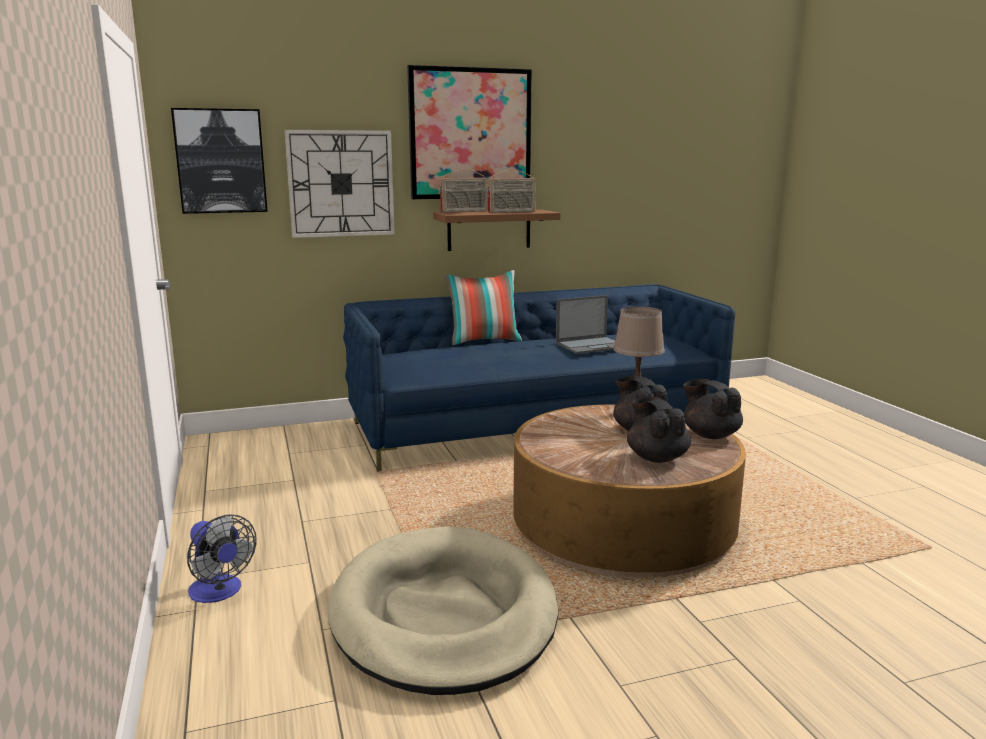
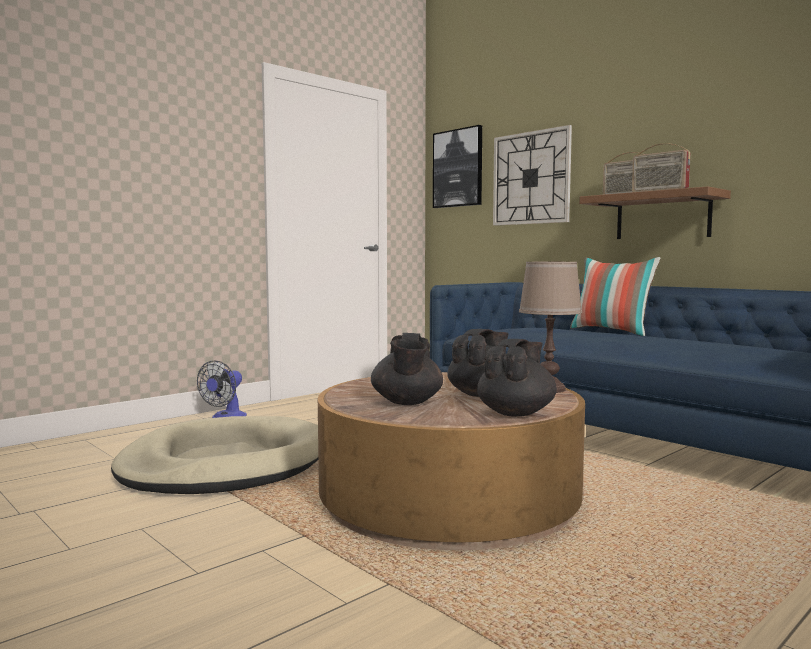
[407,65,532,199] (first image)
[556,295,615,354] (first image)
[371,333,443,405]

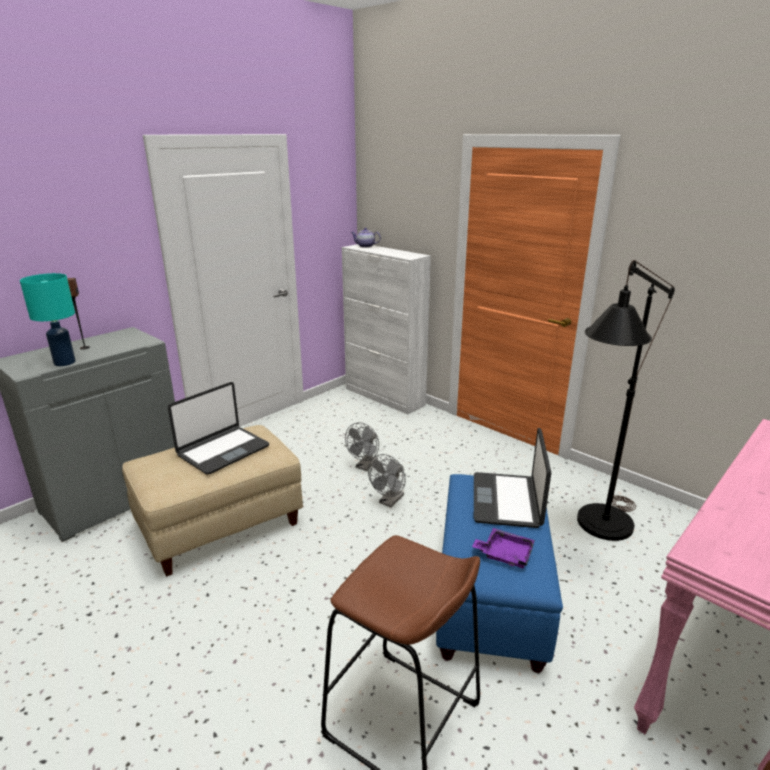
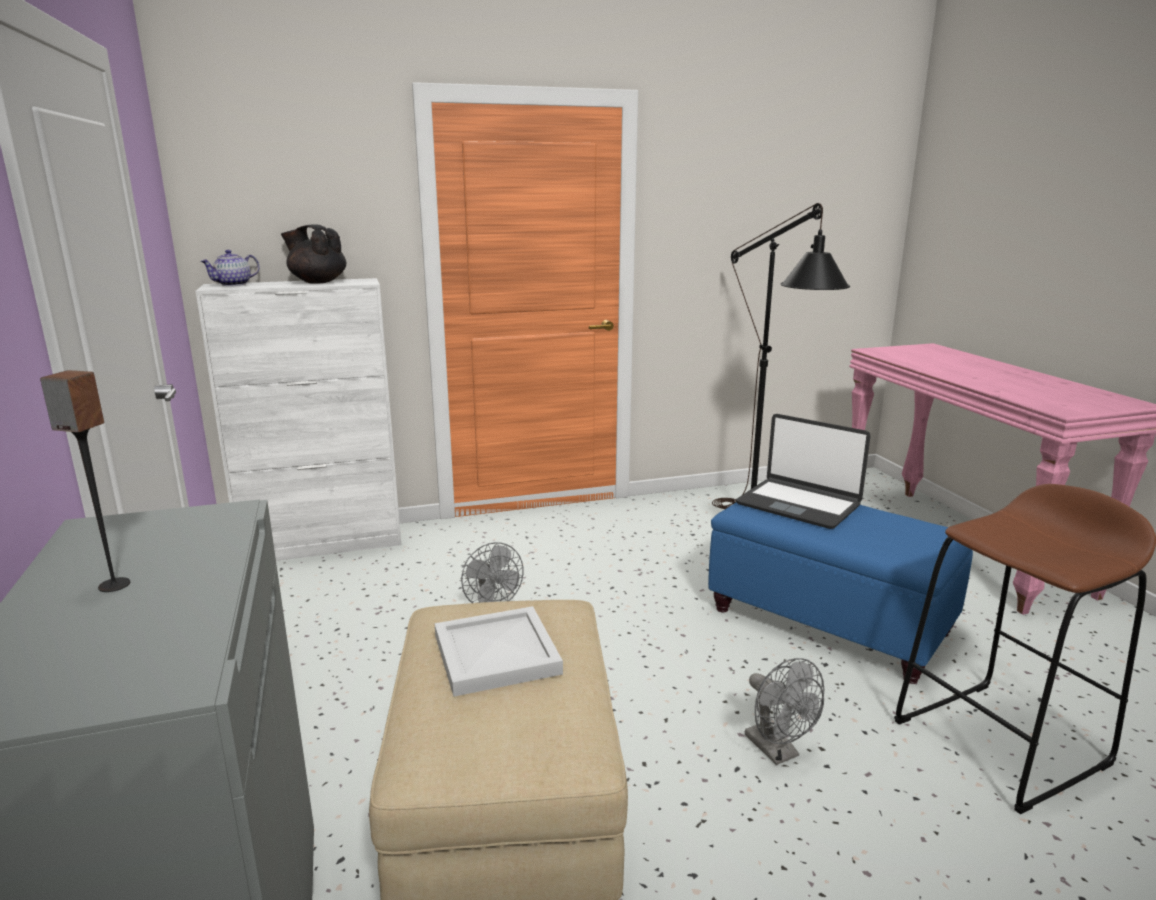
[20,273,76,366] (first image)
[435,606,563,697]
[745,658,824,765]
[472,528,535,568] (first image)
[281,224,346,284]

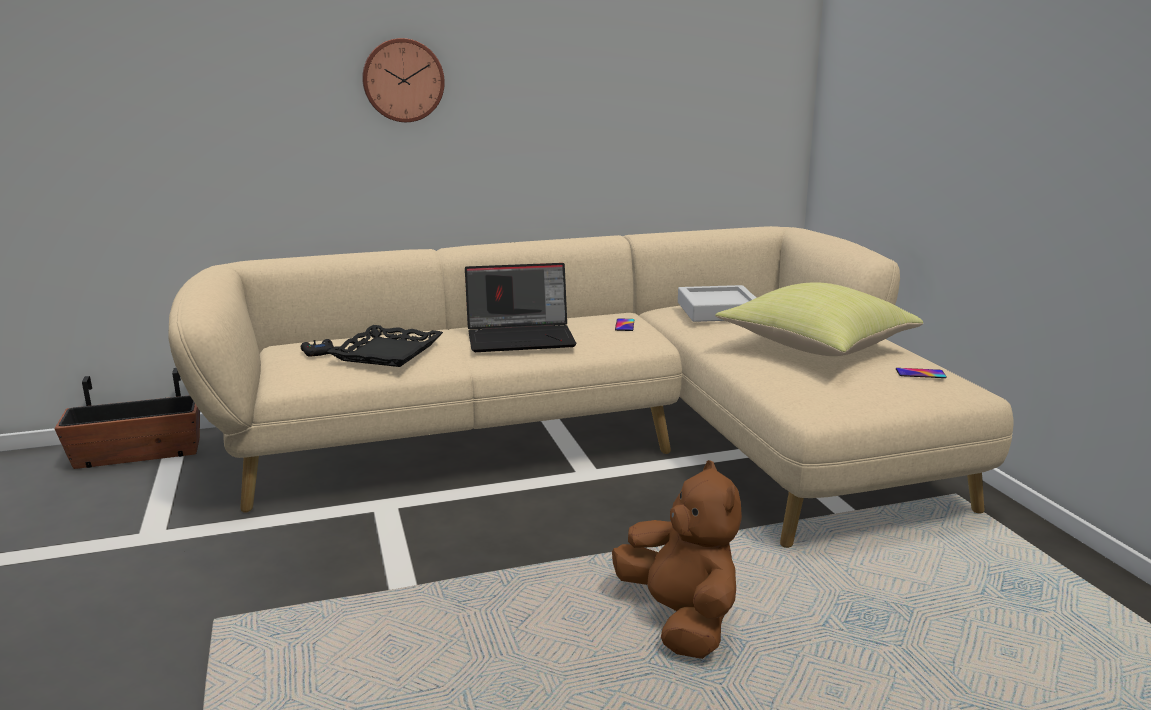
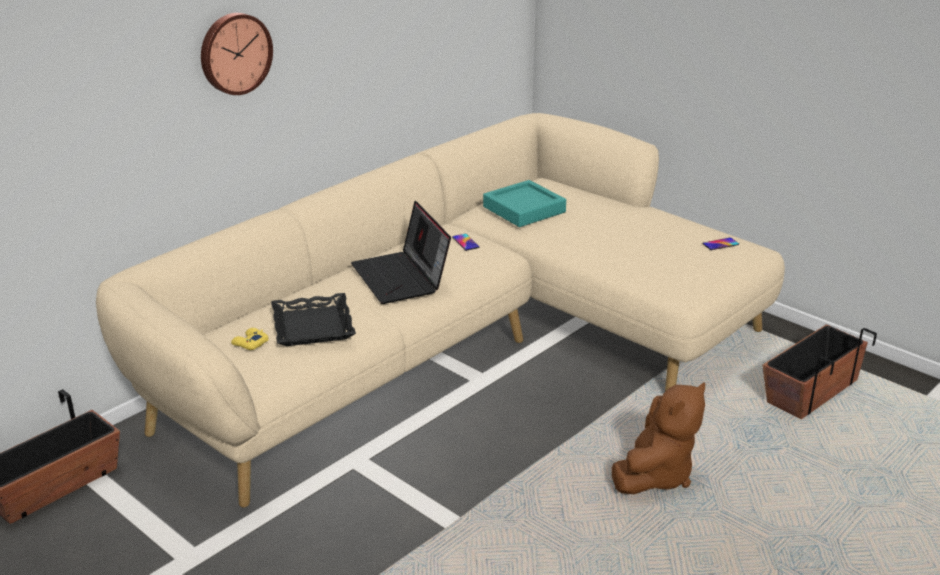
[231,328,269,350]
[351,201,451,304]
[612,383,705,494]
[483,180,566,227]
[716,282,923,356] (first image)
[762,324,877,419]

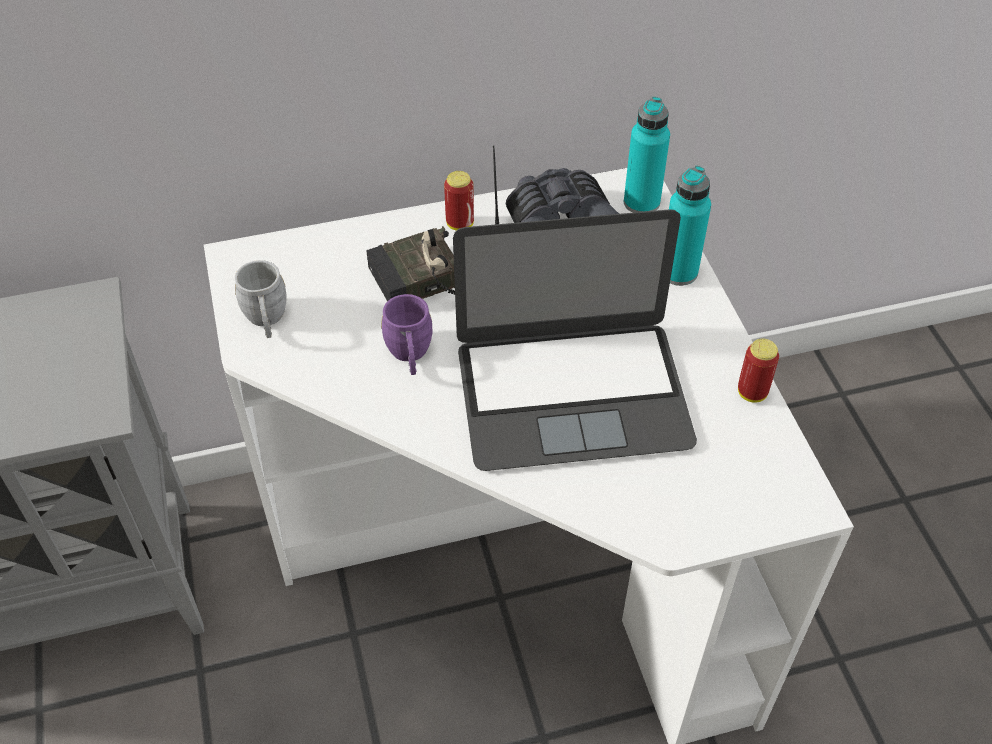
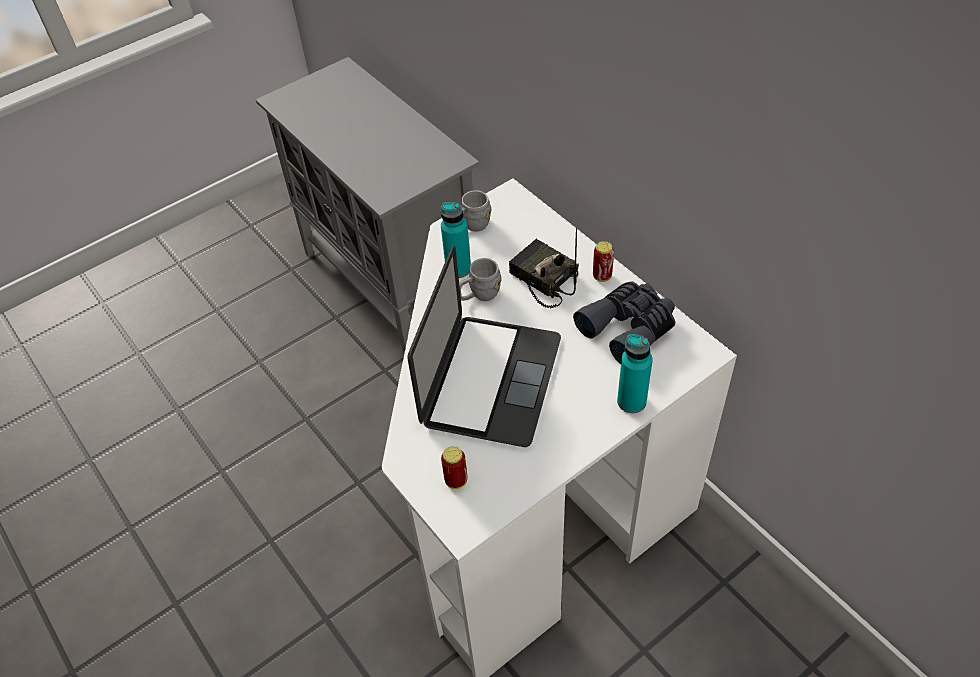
[459,258,501,301]
[407,246,561,447]
[440,202,471,278]
[441,446,467,489]

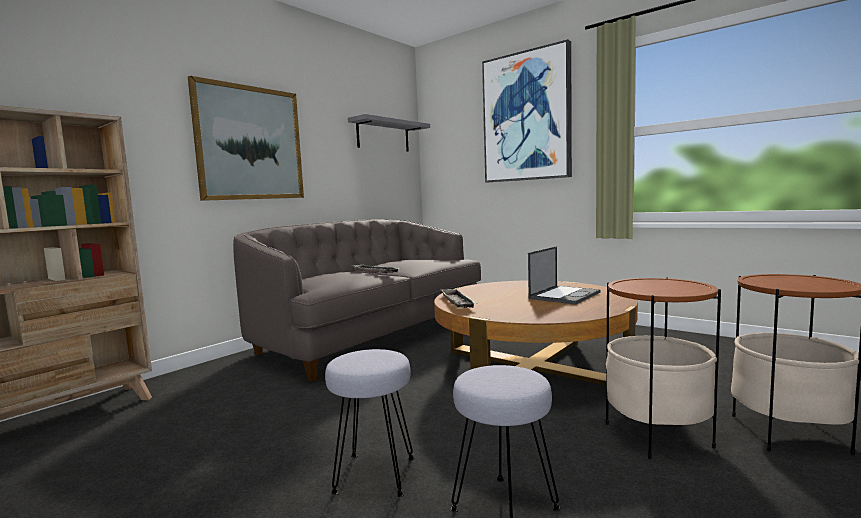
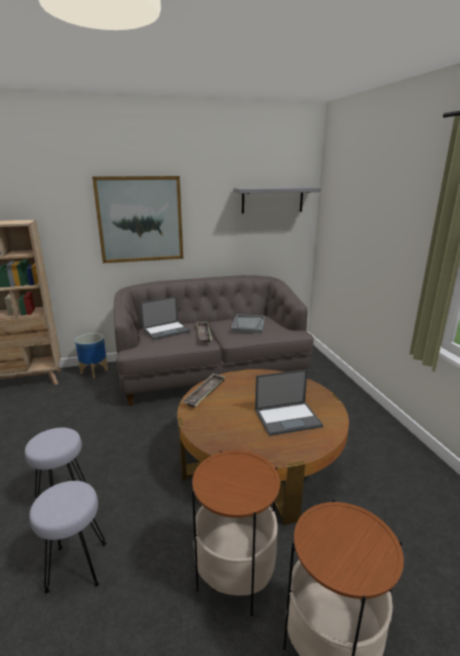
[482,39,572,182] (first image)
[75,333,108,378]
[140,296,190,340]
[231,314,265,333]

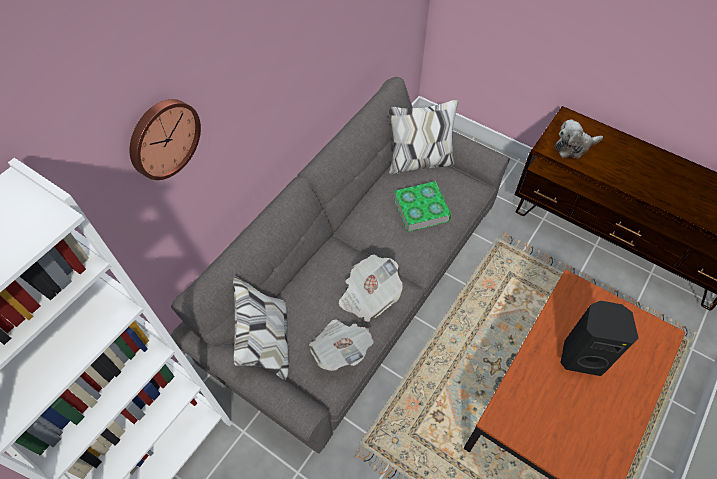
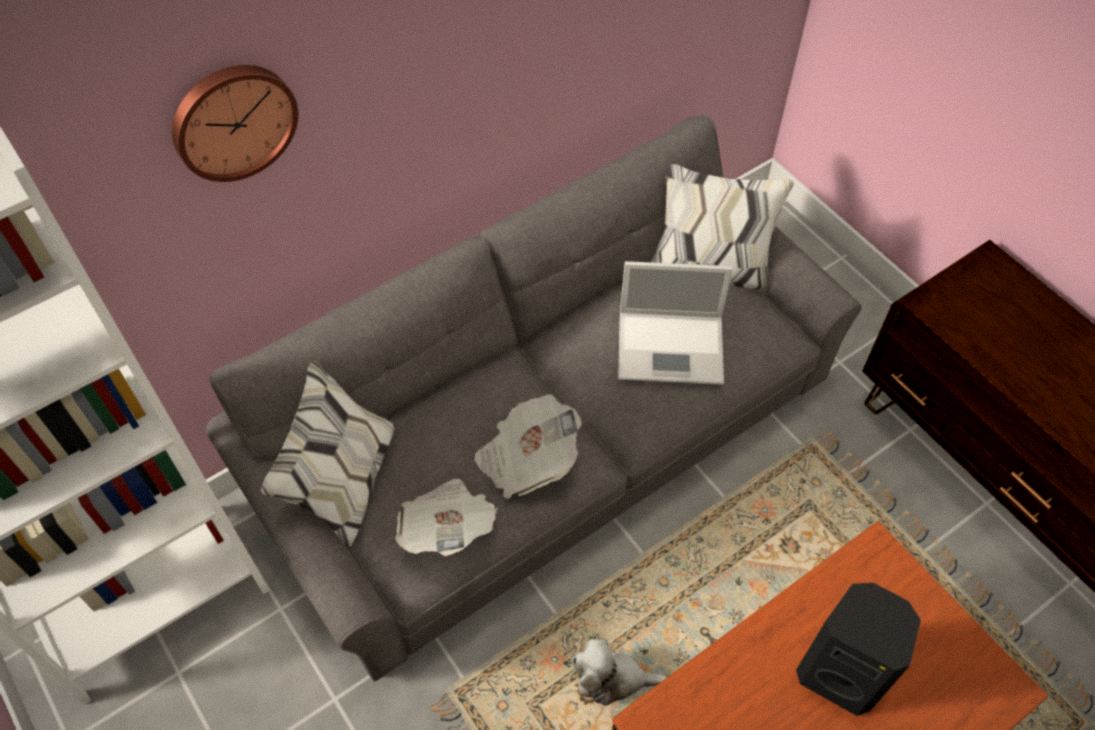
[618,261,733,385]
[573,639,667,706]

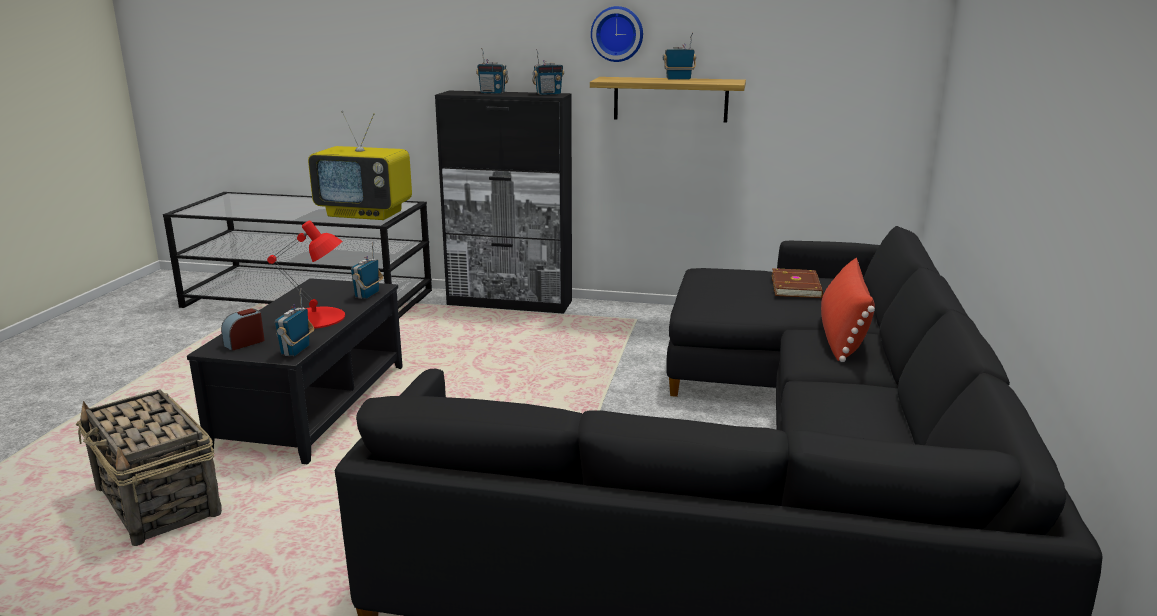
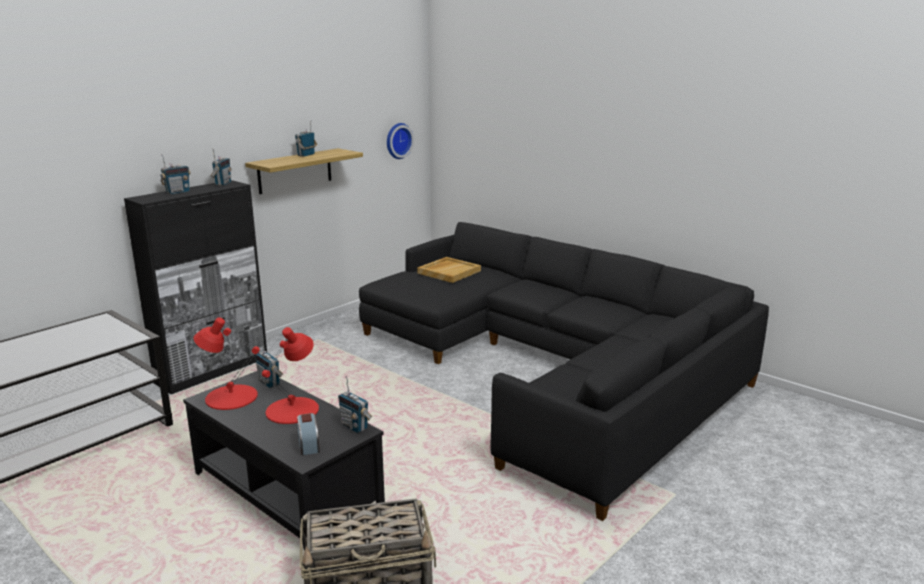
[308,111,412,220] (first image)
[387,123,414,159]
[417,257,481,283]
[821,258,875,362] (first image)
[194,317,260,410]

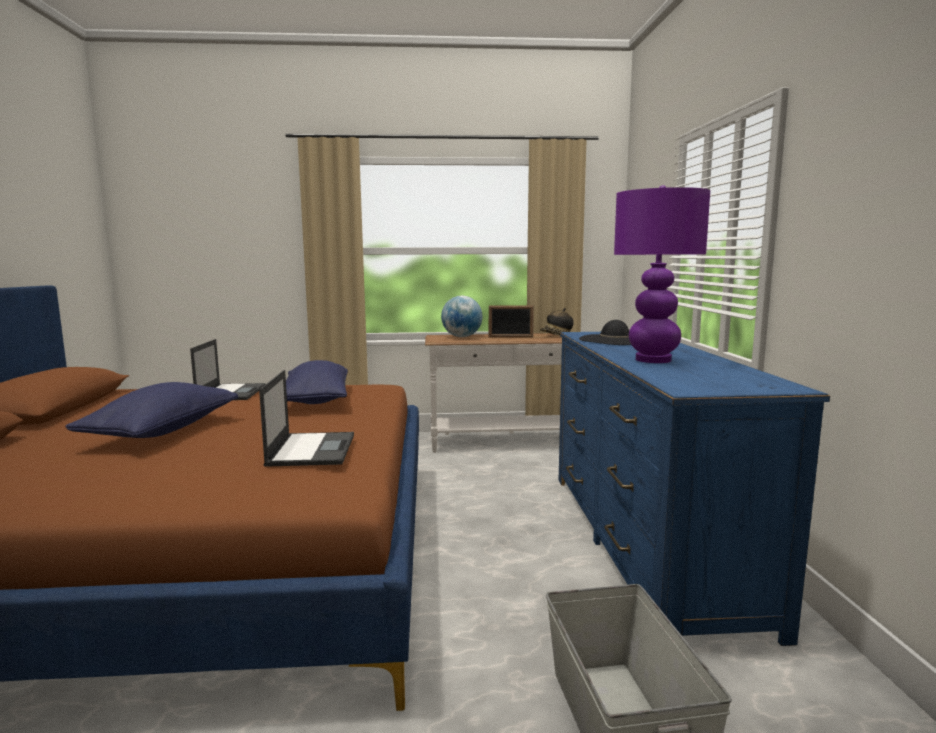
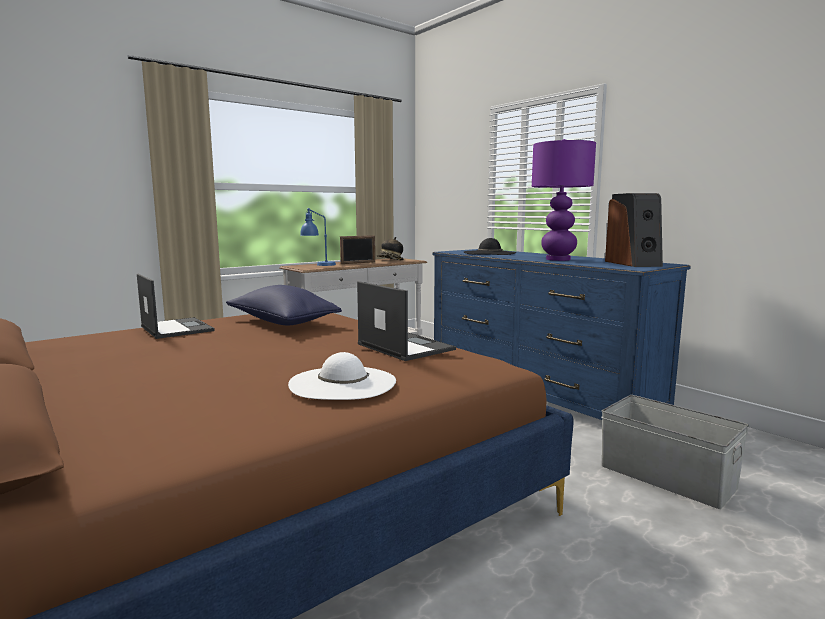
[65,382,238,438] (first image)
[300,208,336,266]
[288,352,396,400]
[605,193,663,267]

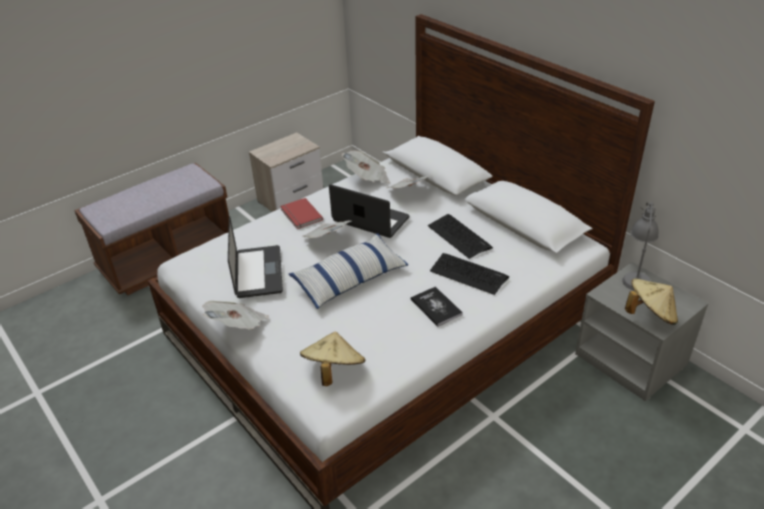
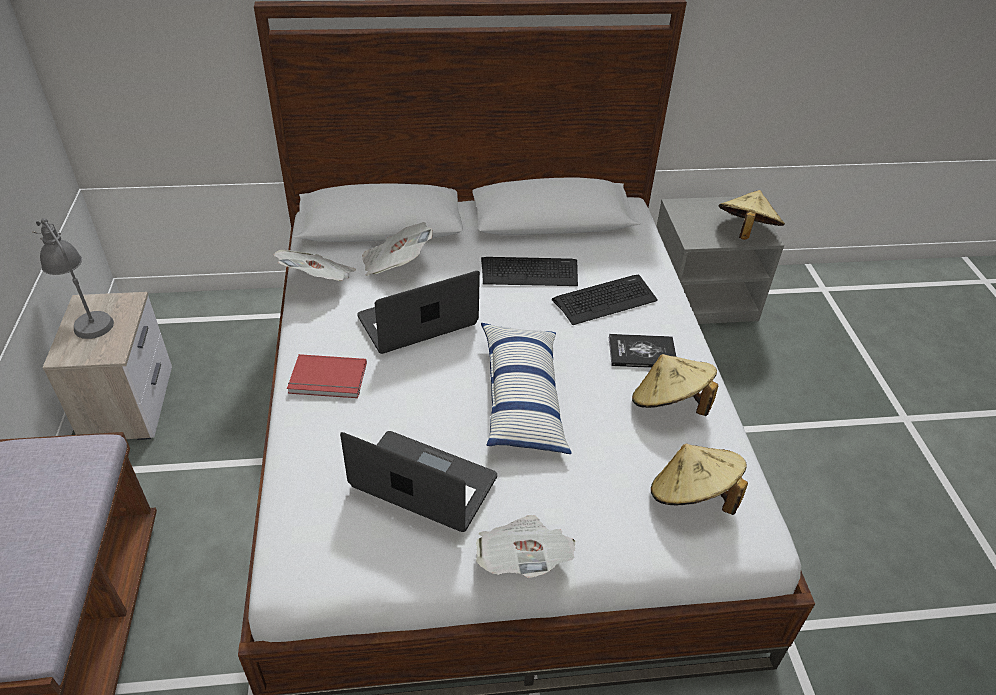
[303,220,352,238] (first image)
[32,218,114,339]
[632,354,719,416]

